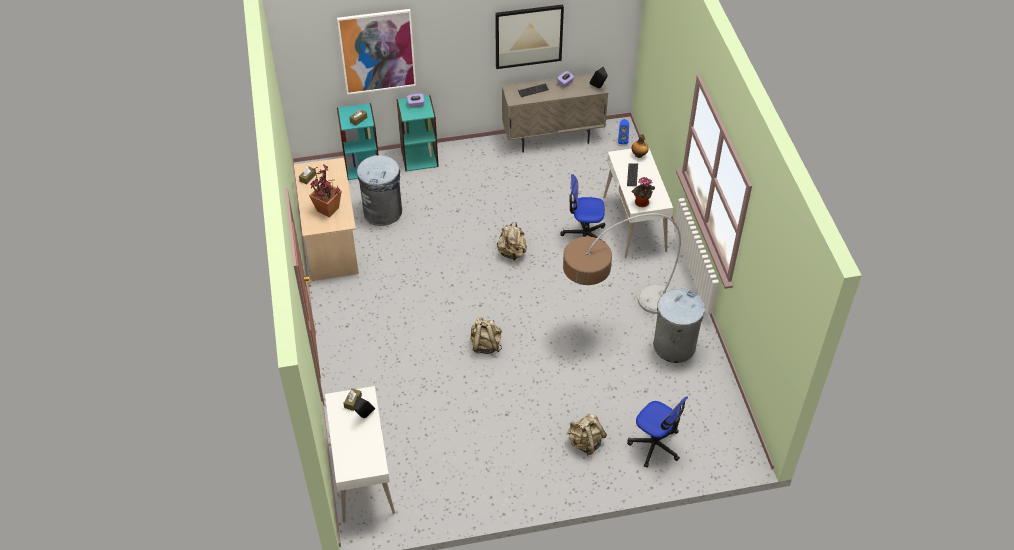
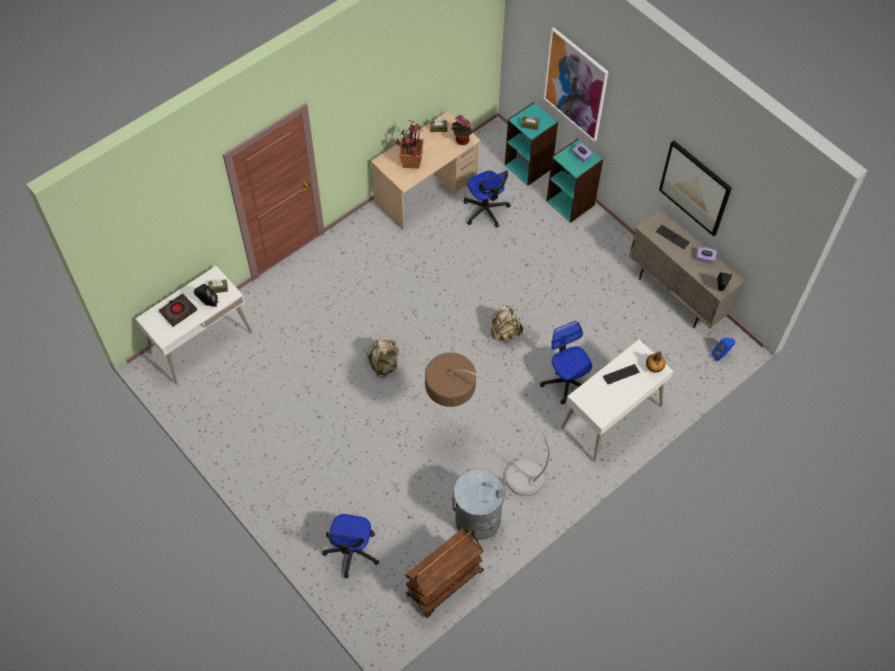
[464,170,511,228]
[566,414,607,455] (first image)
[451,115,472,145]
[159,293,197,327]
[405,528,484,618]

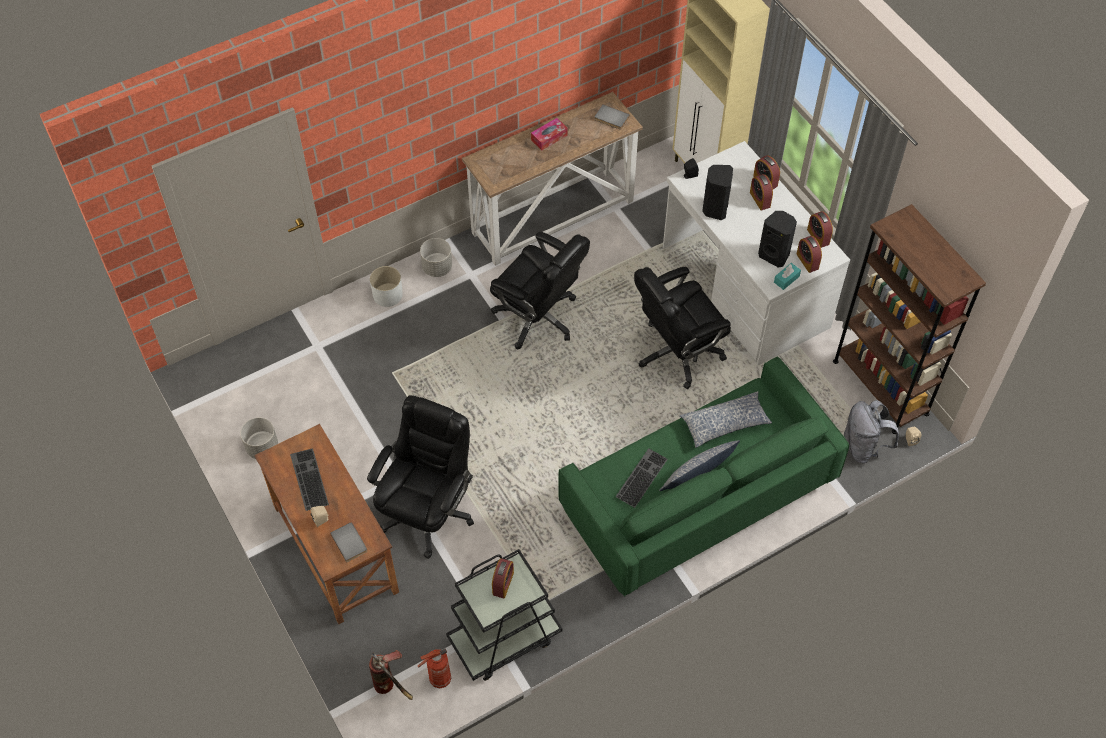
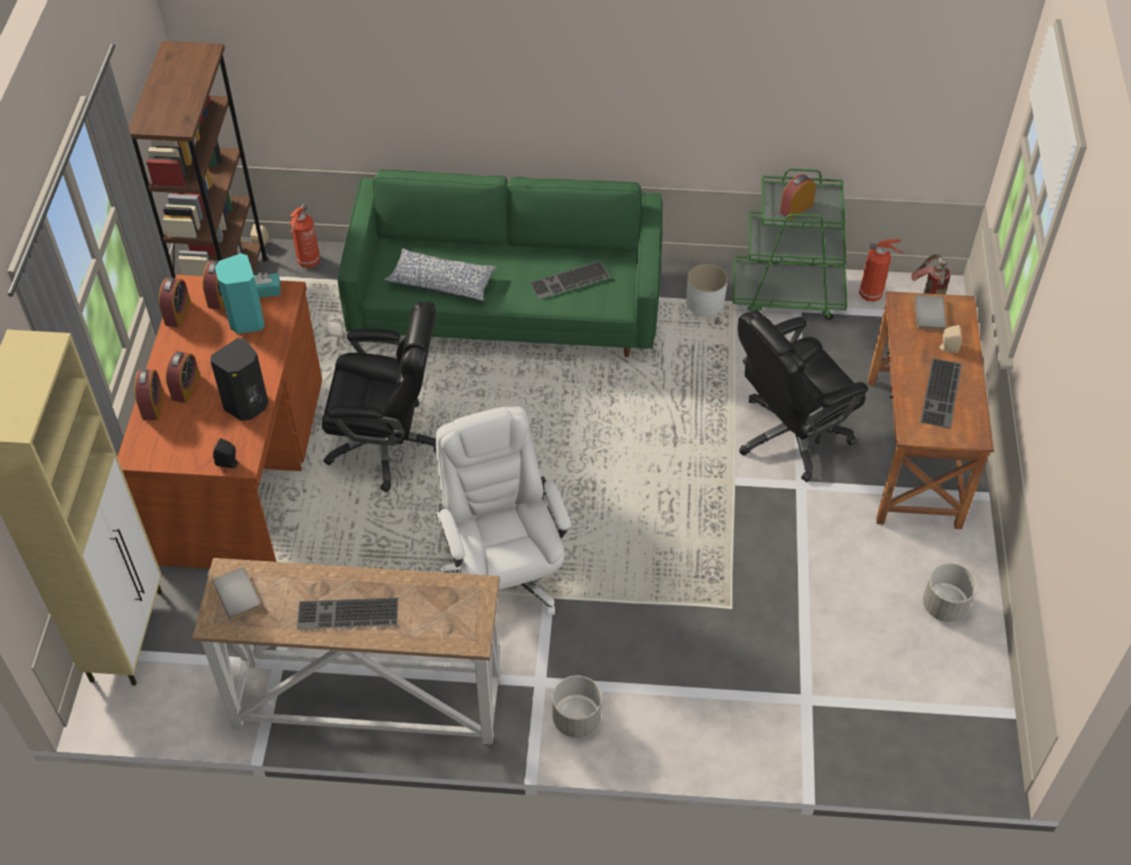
[686,264,728,316]
[733,168,848,320]
[436,406,571,615]
[297,597,398,630]
[659,440,740,491] (first image)
[117,275,322,569]
[215,253,265,334]
[290,204,320,268]

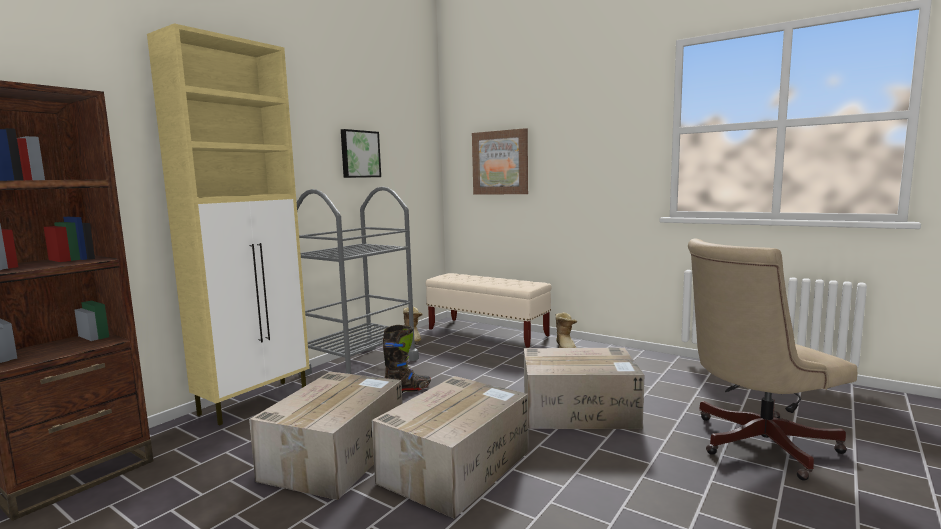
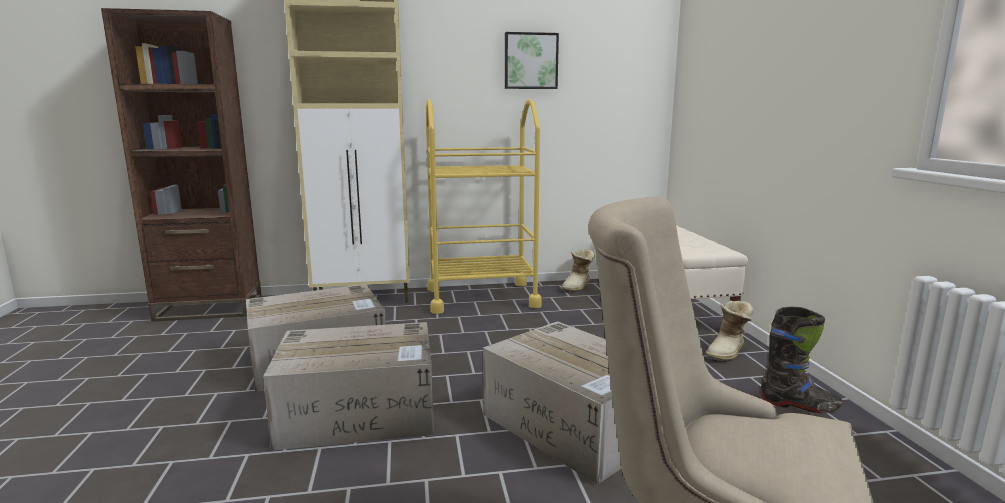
[426,99,541,314]
[760,307,843,413]
[472,128,528,195] (first image)

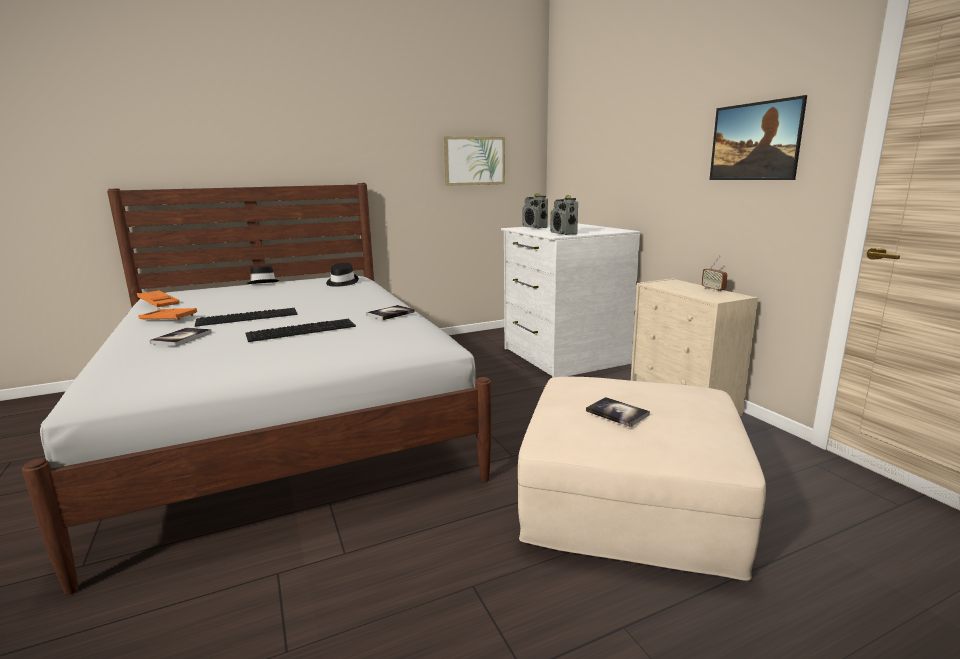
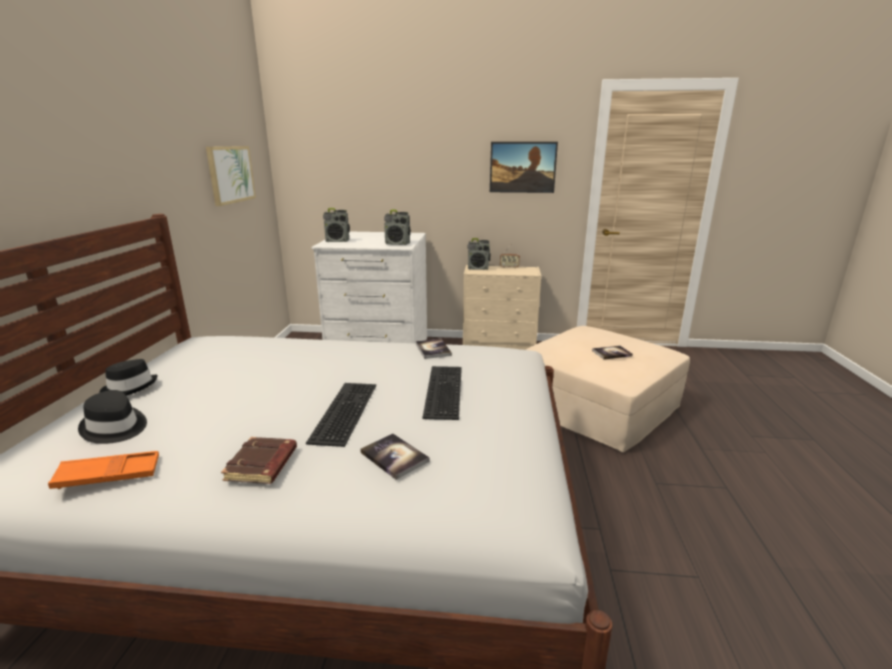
[221,437,297,484]
[78,390,147,444]
[468,238,490,270]

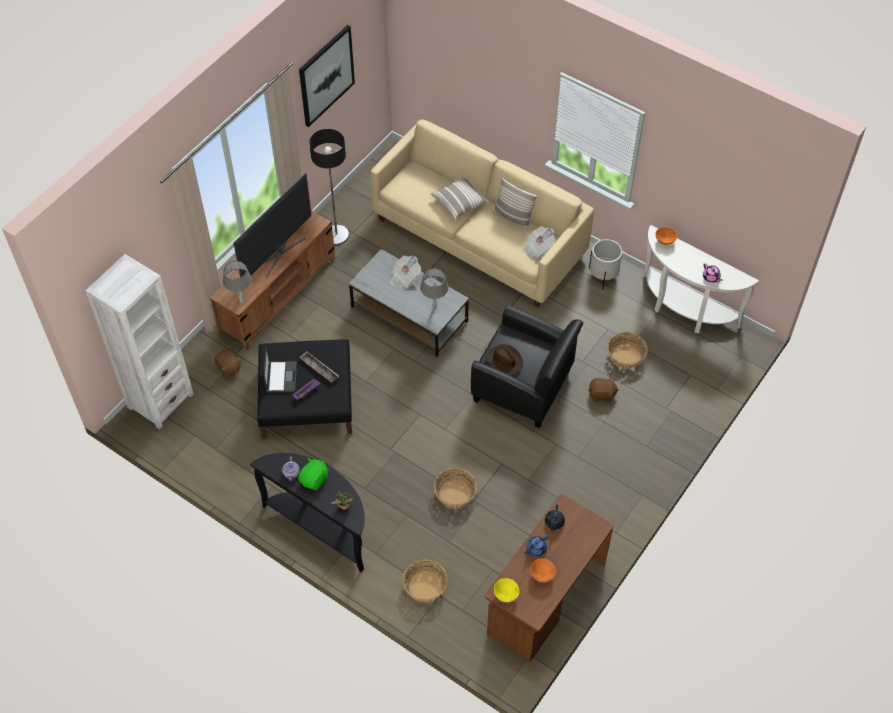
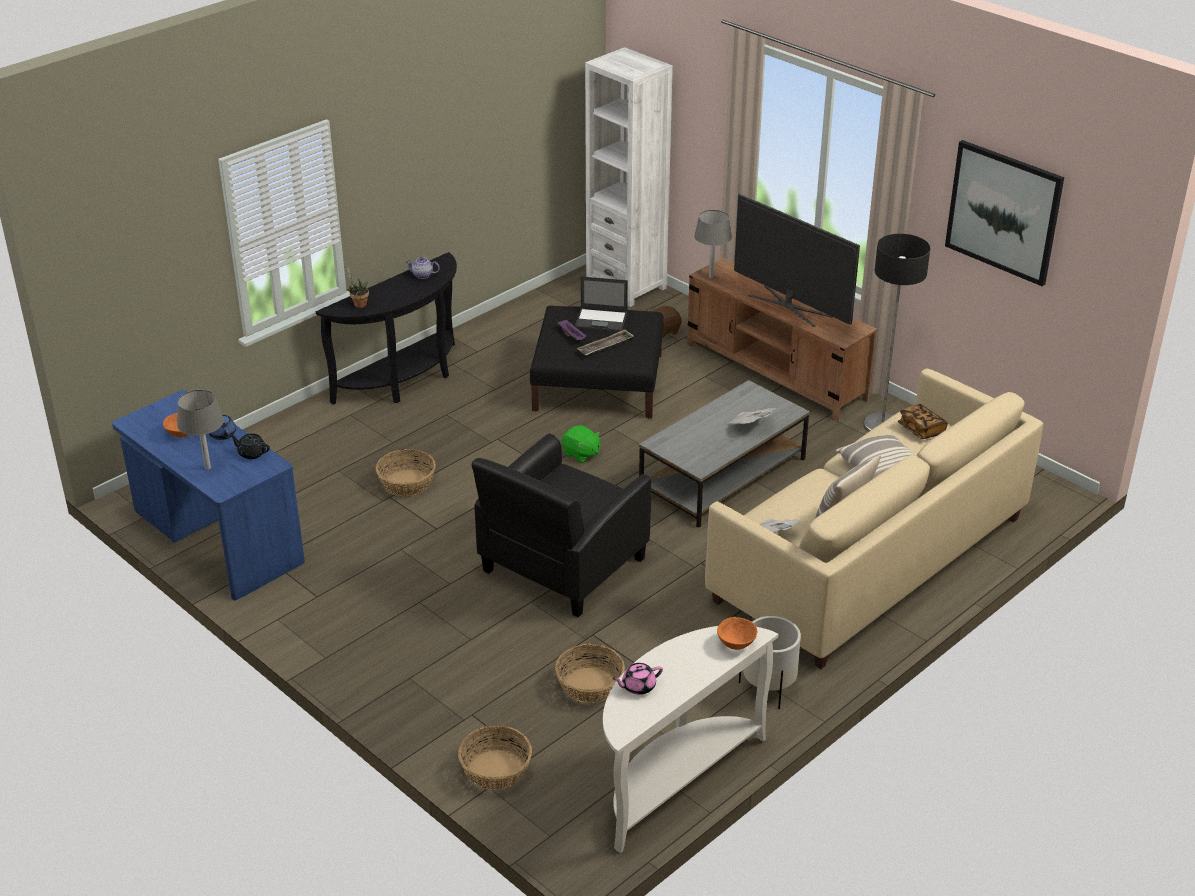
[562,425,601,463]
[458,725,532,790]
[177,390,224,470]
[112,390,305,600]
[486,344,523,375] (first image)
[494,578,519,602] (first image)
[589,376,619,402] (first image)
[898,404,948,439]

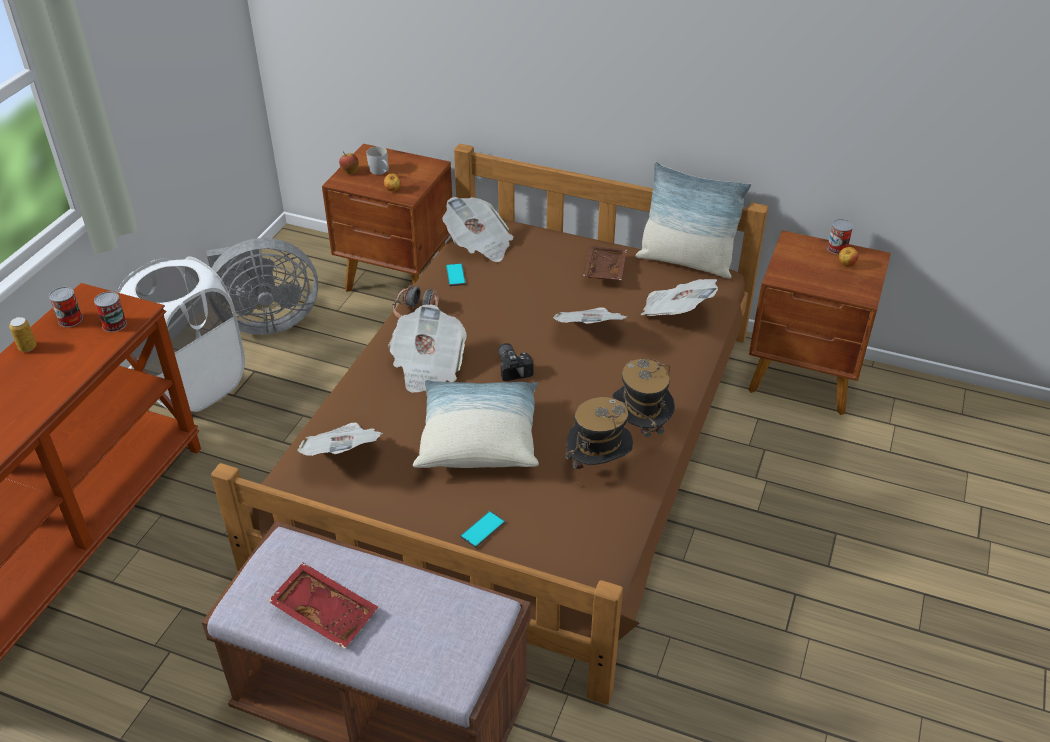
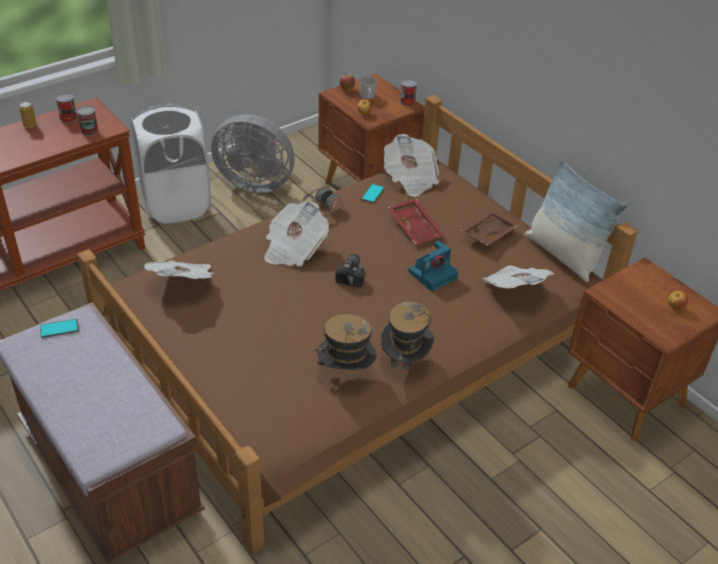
[388,199,444,245]
[413,380,539,468] (first image)
[40,319,79,338]
[408,241,458,292]
[400,79,417,106]

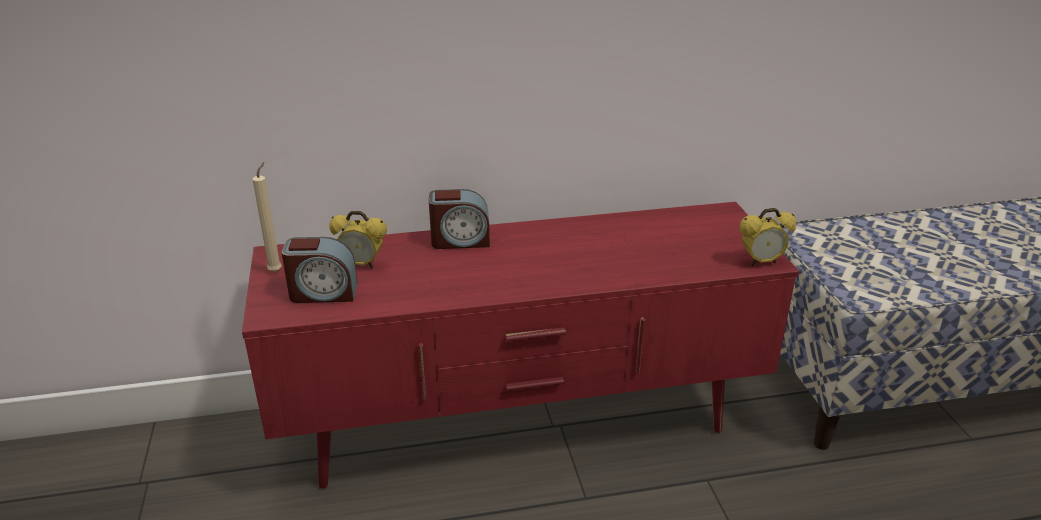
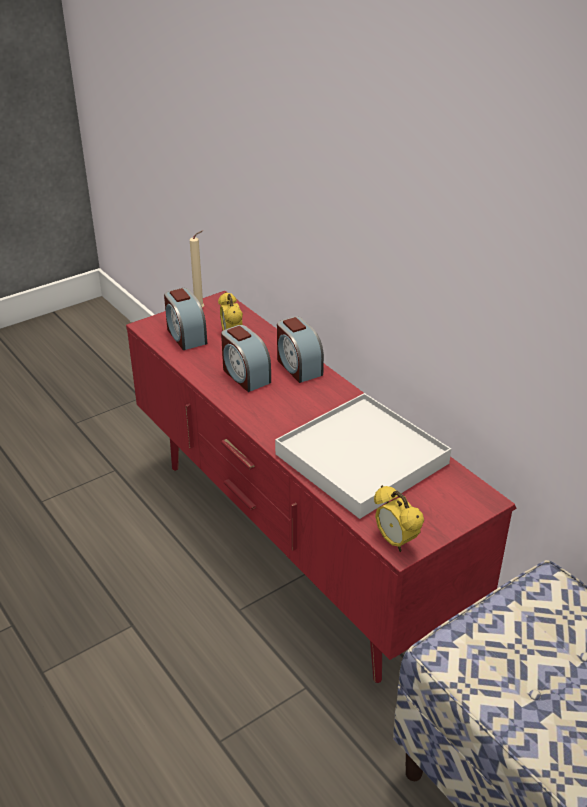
[221,325,271,392]
[275,393,451,519]

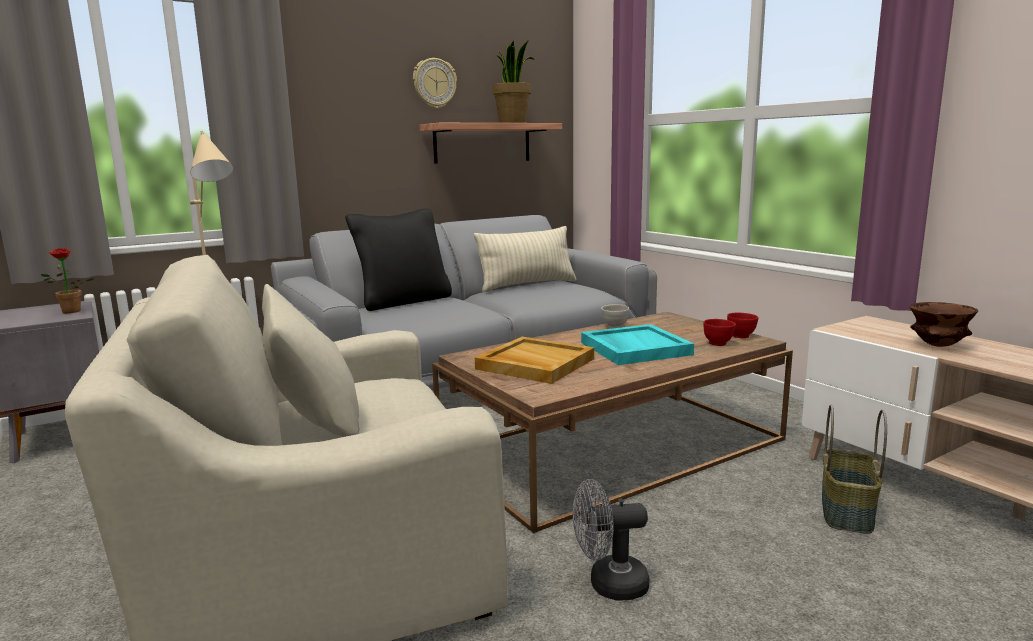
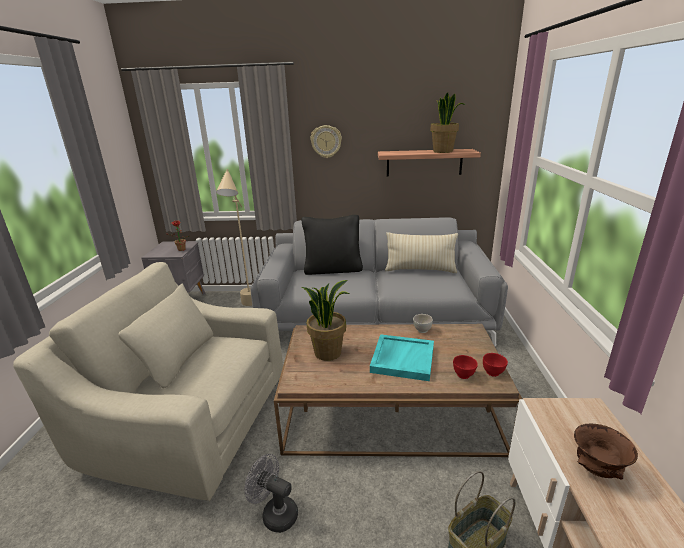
[310,125,342,158]
[302,280,350,361]

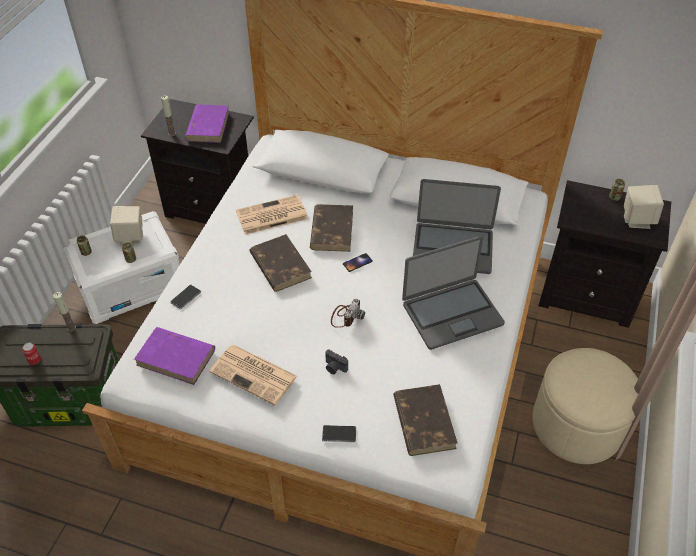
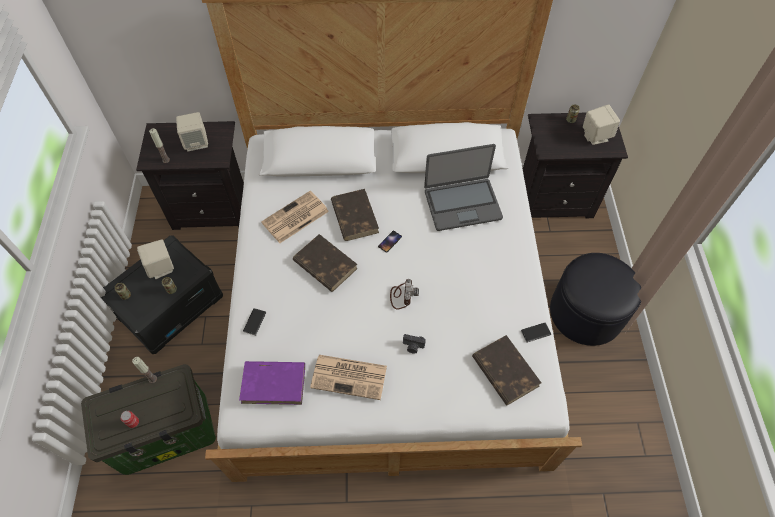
[101,236,223,354]
[176,112,208,151]
[521,323,551,343]
[402,236,505,350] (first image)
[550,253,641,346]

